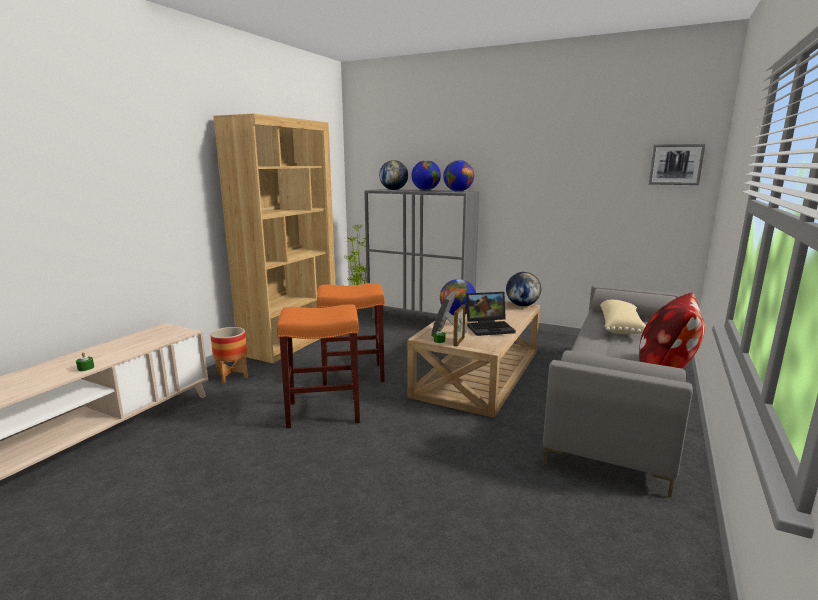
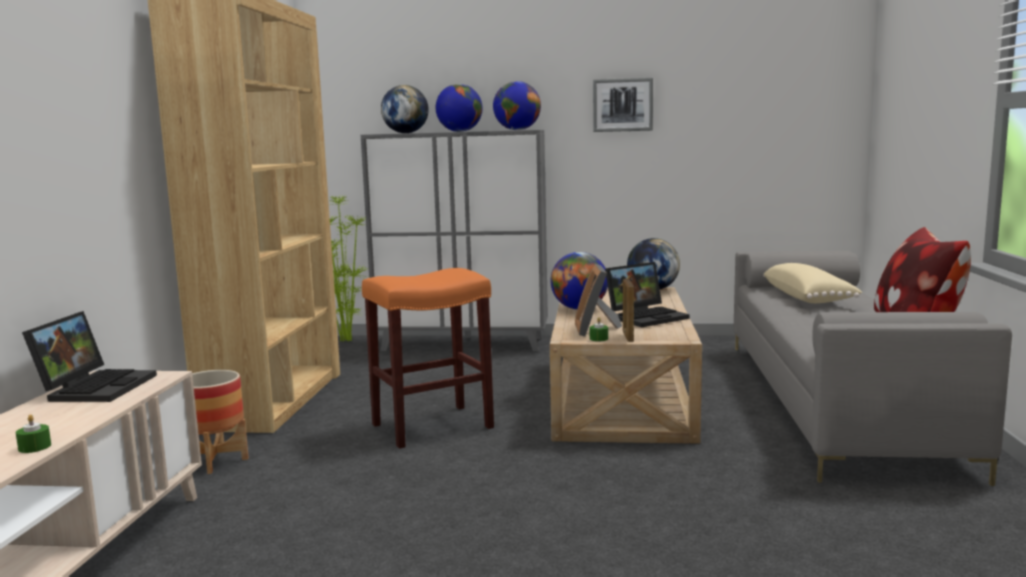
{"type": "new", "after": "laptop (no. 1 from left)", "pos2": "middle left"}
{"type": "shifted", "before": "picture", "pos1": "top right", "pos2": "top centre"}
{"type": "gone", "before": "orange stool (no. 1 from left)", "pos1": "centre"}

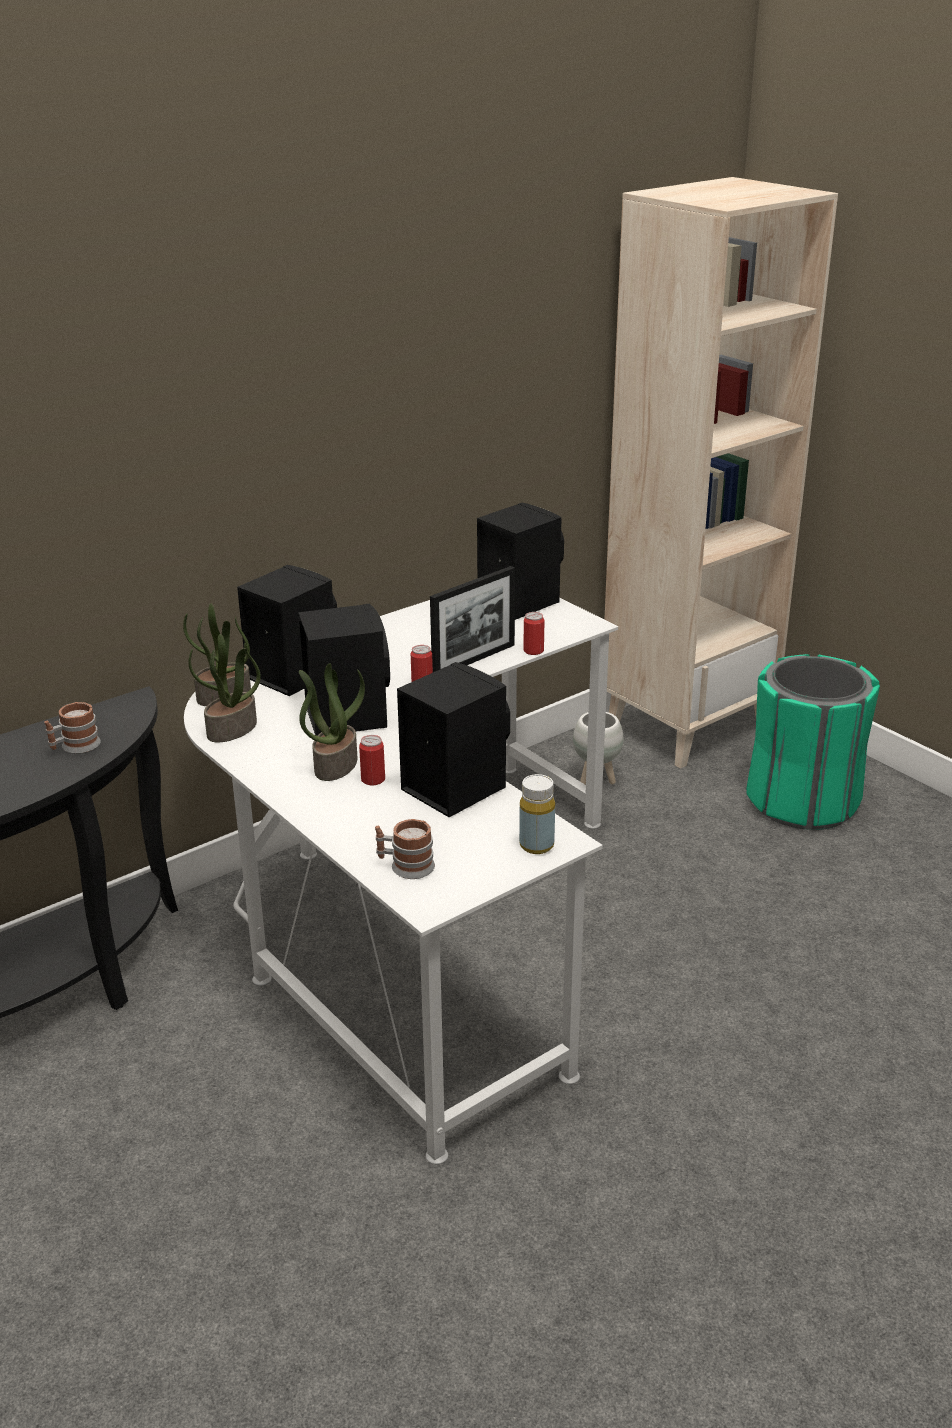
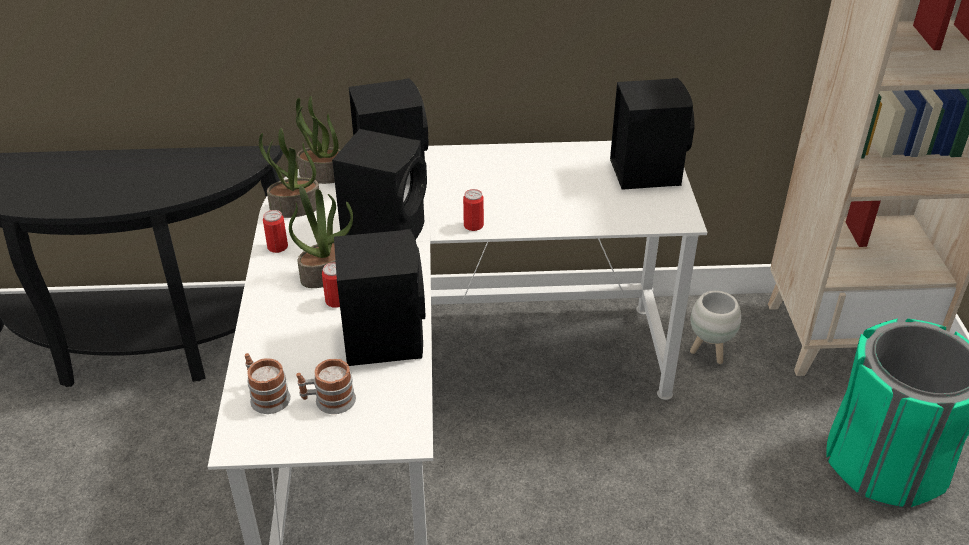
{"type": "shifted", "before": "can (no. 3 from left in the first image)", "after": "can (no. 1 from left)", "pos1": "centre", "pos2": "middle left"}
{"type": "shifted", "before": "mug (no. 1 from left in the first image)", "after": "mug (no. 2 from left)", "pos1": "middle left", "pos2": "bottom centre"}
{"type": "gone", "before": "picture frame", "pos1": "centre"}
{"type": "gone", "before": "yellow bottle", "pos1": "centre"}

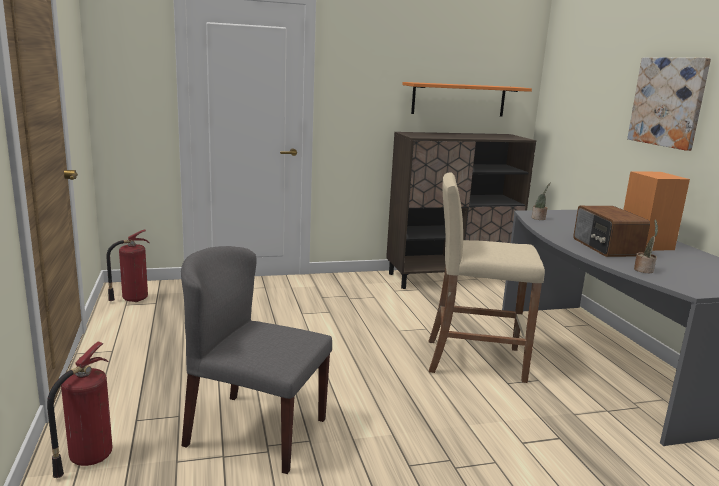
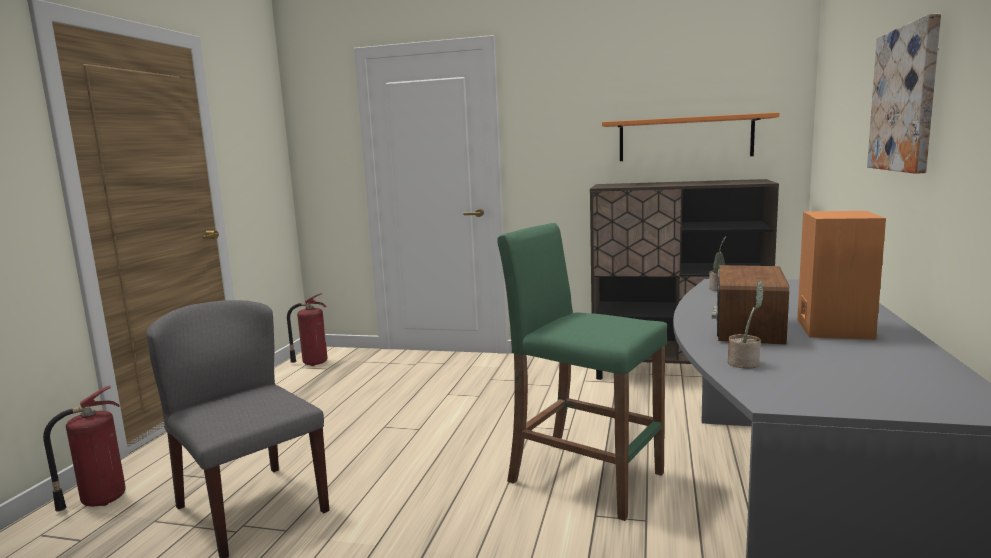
{"type": "repainted", "before": "beige stool", "after": "green stool", "pos1": "middle right", "pos2": "bottom centre"}

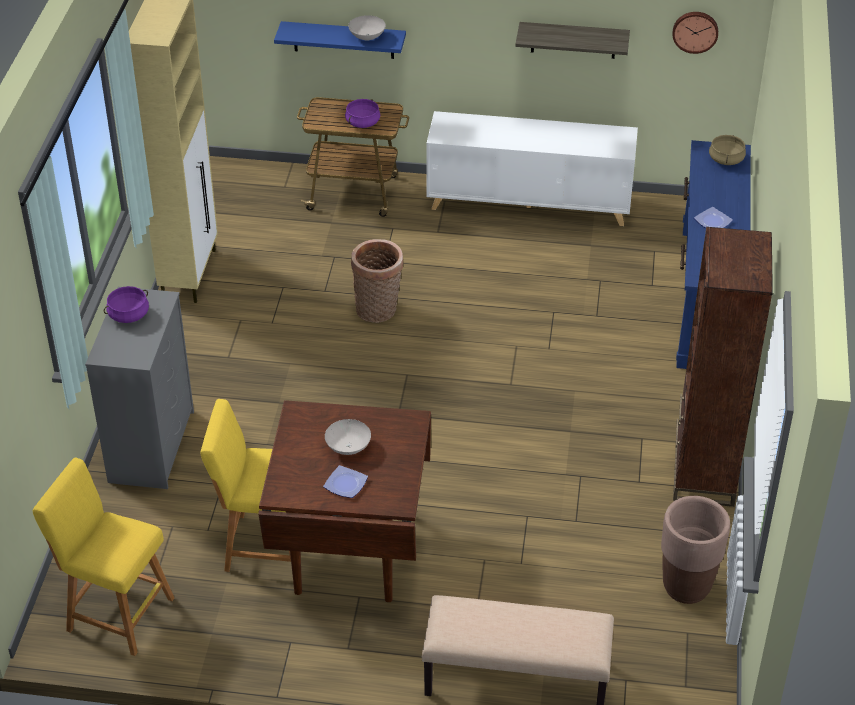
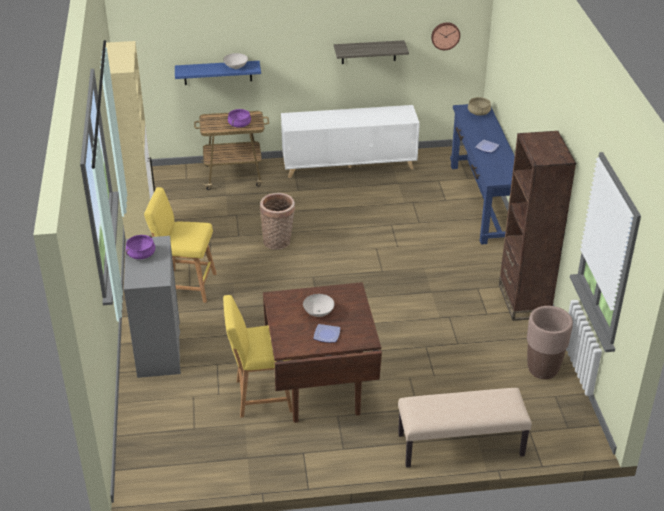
{"type": "shifted", "before": "yellow stool (no. 1 from left)", "pos1": "bottom left", "pos2": "middle left"}

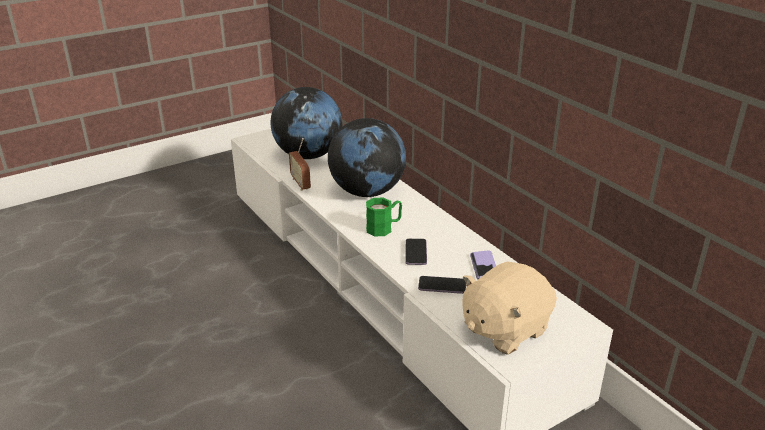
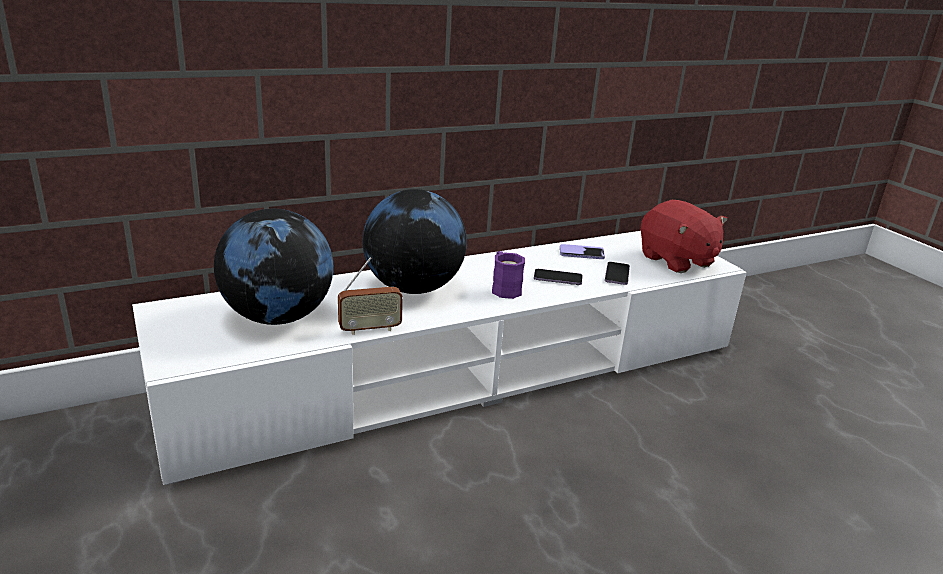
{"type": "repainted", "before": "green mug", "after": "purple mug", "pos1": "centre", "pos2": "centre"}
{"type": "repainted", "before": "beige plush toy", "after": "red plush toy", "pos1": "bottom centre", "pos2": "middle right"}

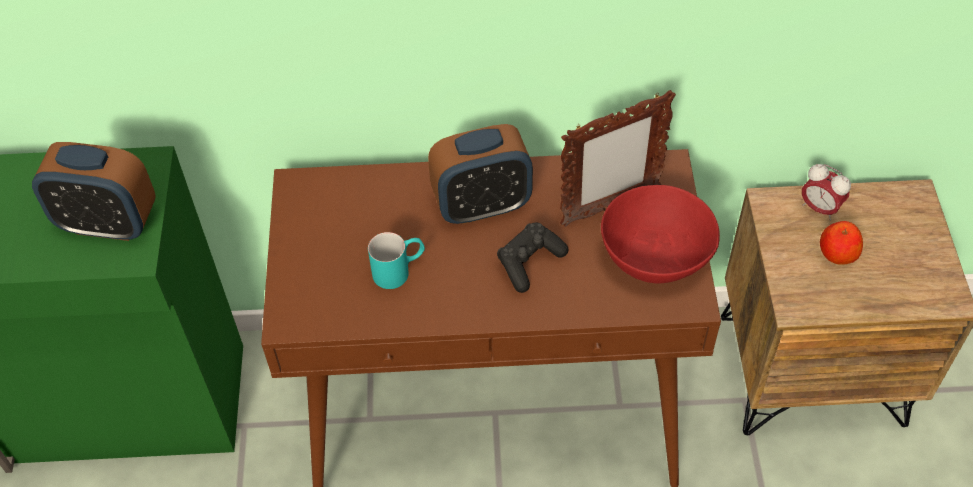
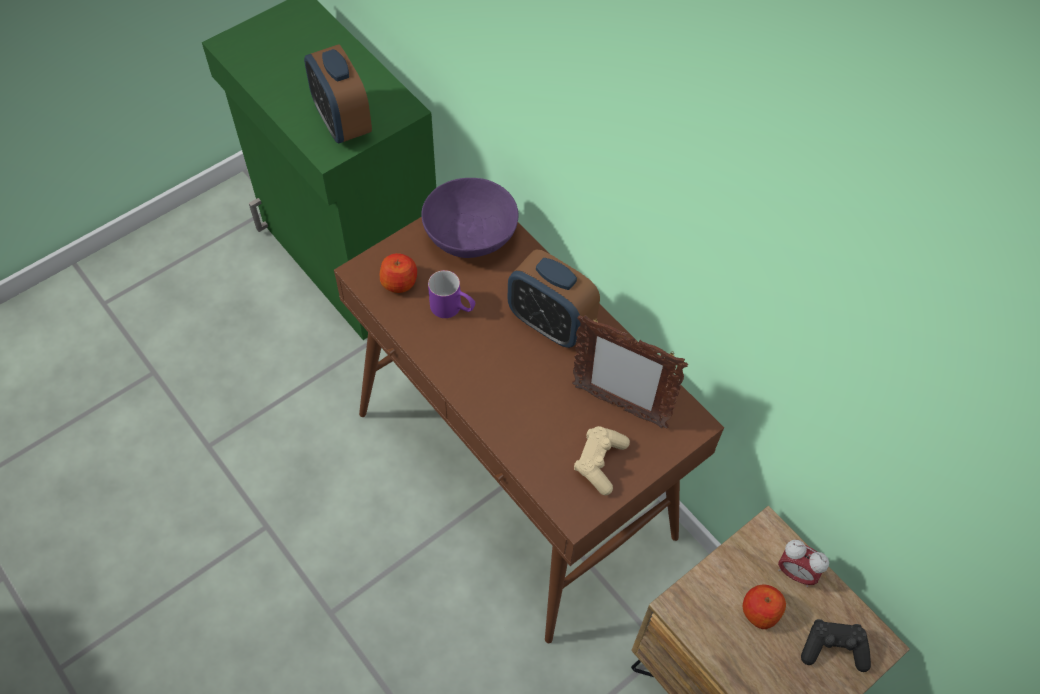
{"type": "new", "after": "apple (no. 1 from left)", "pos2": "centre"}
{"type": "new", "after": "purple bowl", "pos2": "top centre"}
{"type": "repainted", "before": "turquoise mug", "after": "purple mug", "pos1": "centre", "pos2": "centre"}
{"type": "swapped", "before": "red bowl", "after": "beige game controller", "pos1": "middle right", "pos2": "centre"}
{"type": "rotated", "before": "alarm clock (no. 3 from left)", "pos1": "middle right", "pos2": "bottom right", "turn": -60}
{"type": "shifted", "before": "black game controller", "pos1": "centre", "pos2": "bottom right"}

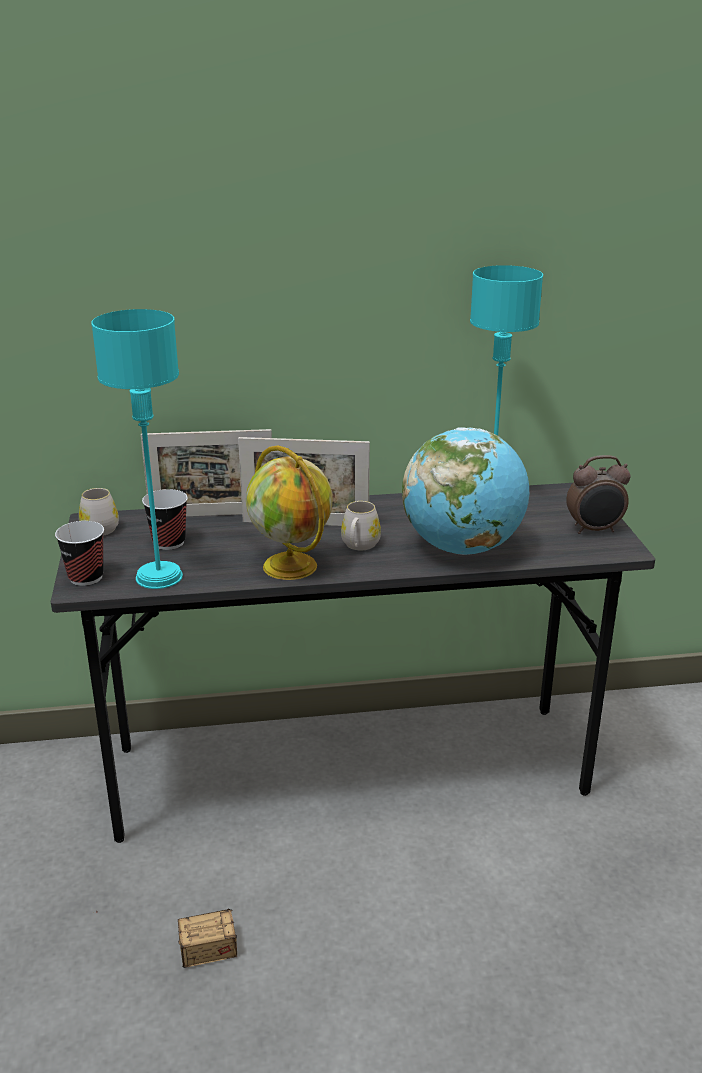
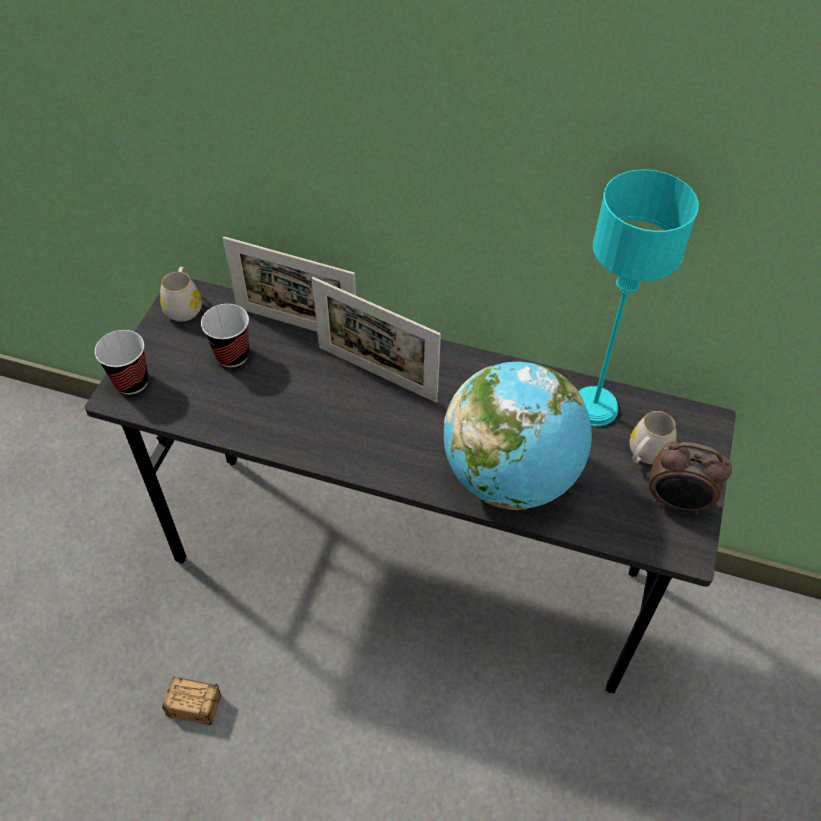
{"type": "shifted", "before": "white mug (no. 2 from left)", "pos1": "centre", "pos2": "middle right"}
{"type": "gone", "before": "turquoise table lamp (no. 1 from left)", "pos1": "middle left"}
{"type": "gone", "before": "globe (no. 1 from left)", "pos1": "centre"}

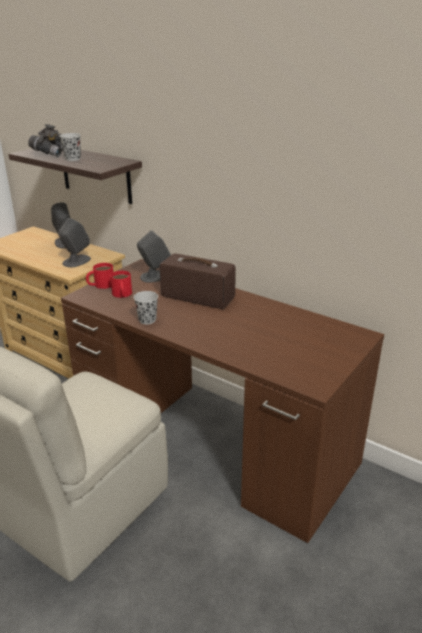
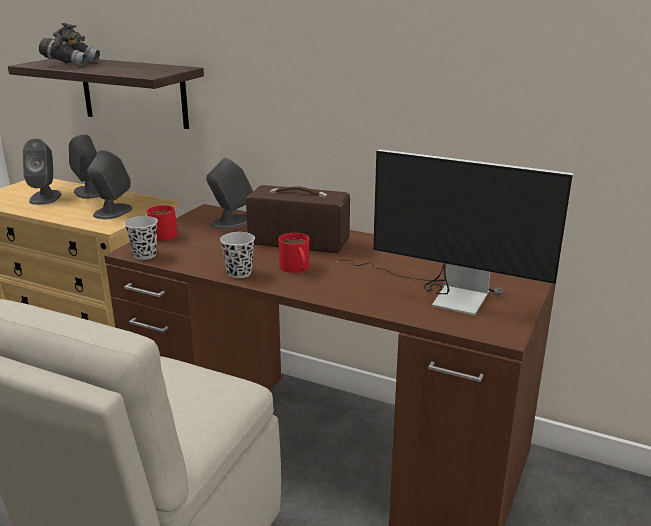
{"type": "new", "after": "grey speaker (no. 1 from left)", "pos2": "top left"}
{"type": "shifted", "before": "black cup (no. 1 from left)", "pos1": "top left", "pos2": "middle left"}
{"type": "shifted", "before": "red mug (no. 2 from left)", "pos1": "middle left", "pos2": "centre"}
{"type": "new", "after": "monitor", "pos2": "middle right"}

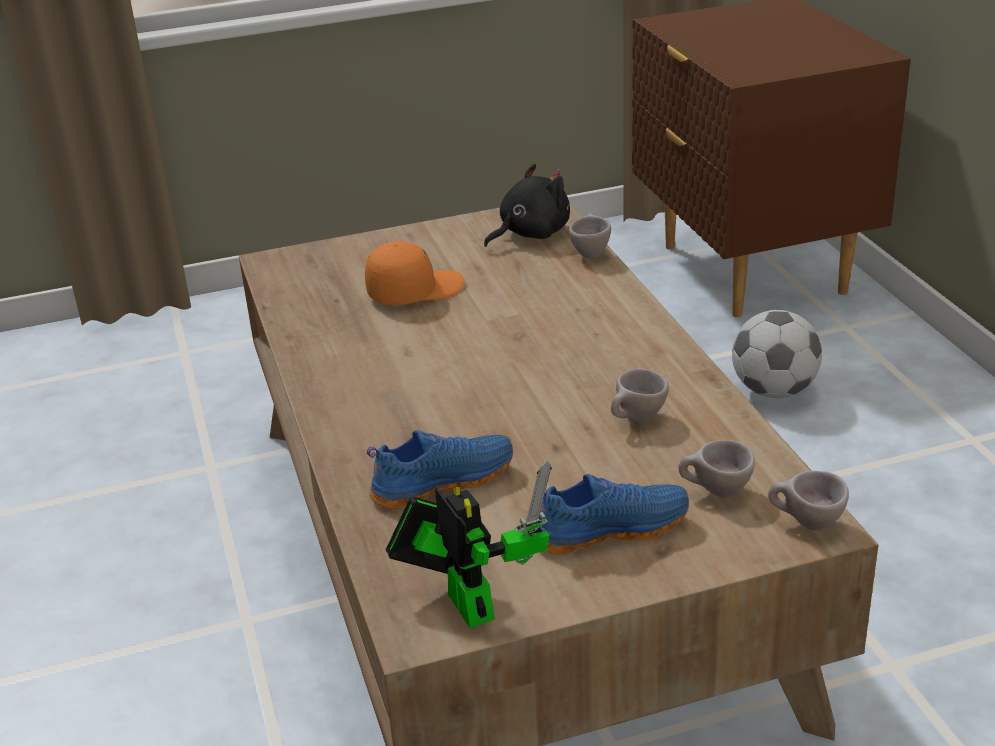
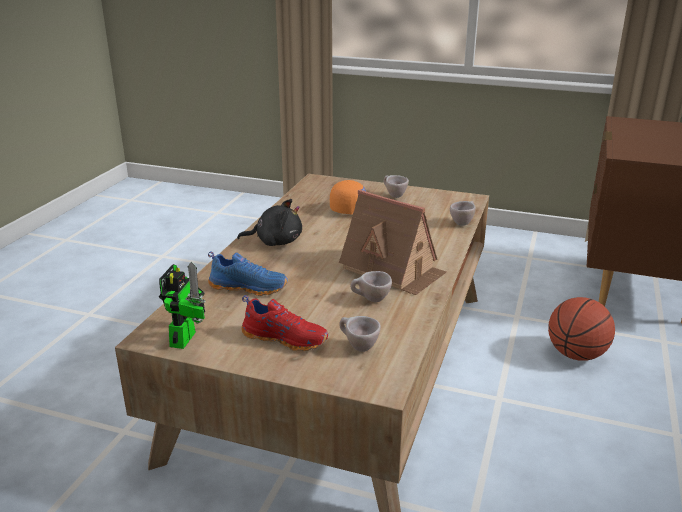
{"type": "shifted", "before": "black plush toy", "pos1": "top centre", "pos2": "centre"}
{"type": "repainted", "before": "blue shoe (no. 2 from left)", "after": "red shoe", "pos1": "bottom centre", "pos2": "centre"}
{"type": "new", "after": "toy house", "pos2": "centre"}
{"type": "shifted", "before": "beige cup (no. 4 from left in the first image)", "after": "beige cup (no. 3 from left)", "pos1": "bottom right", "pos2": "centre"}
{"type": "swapped", "before": "football", "after": "basketball", "pos1": "middle right", "pos2": "middle right"}

